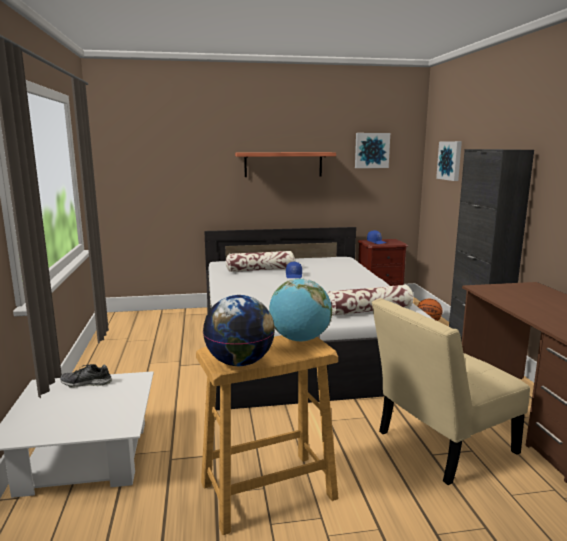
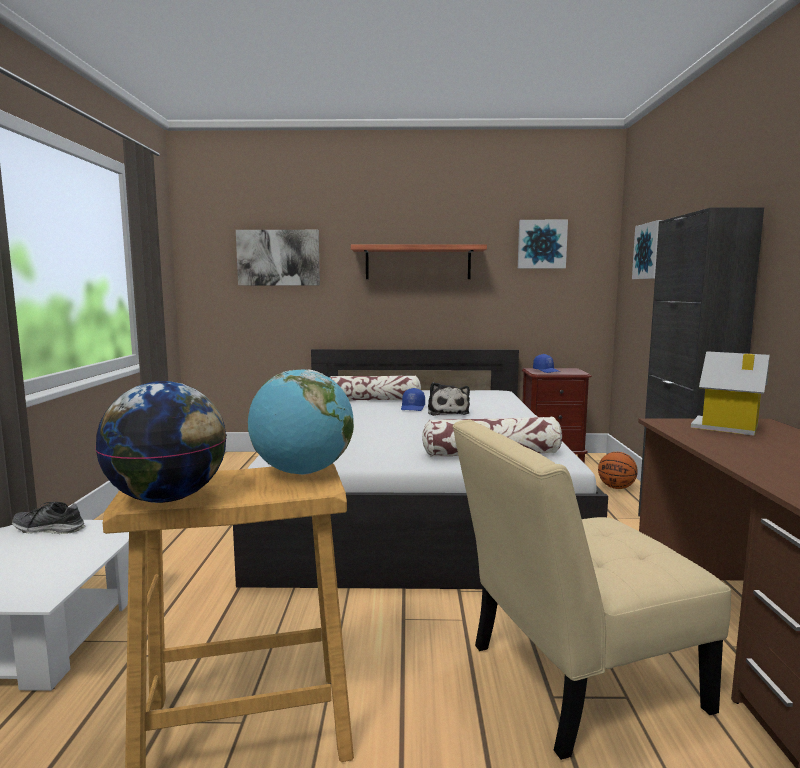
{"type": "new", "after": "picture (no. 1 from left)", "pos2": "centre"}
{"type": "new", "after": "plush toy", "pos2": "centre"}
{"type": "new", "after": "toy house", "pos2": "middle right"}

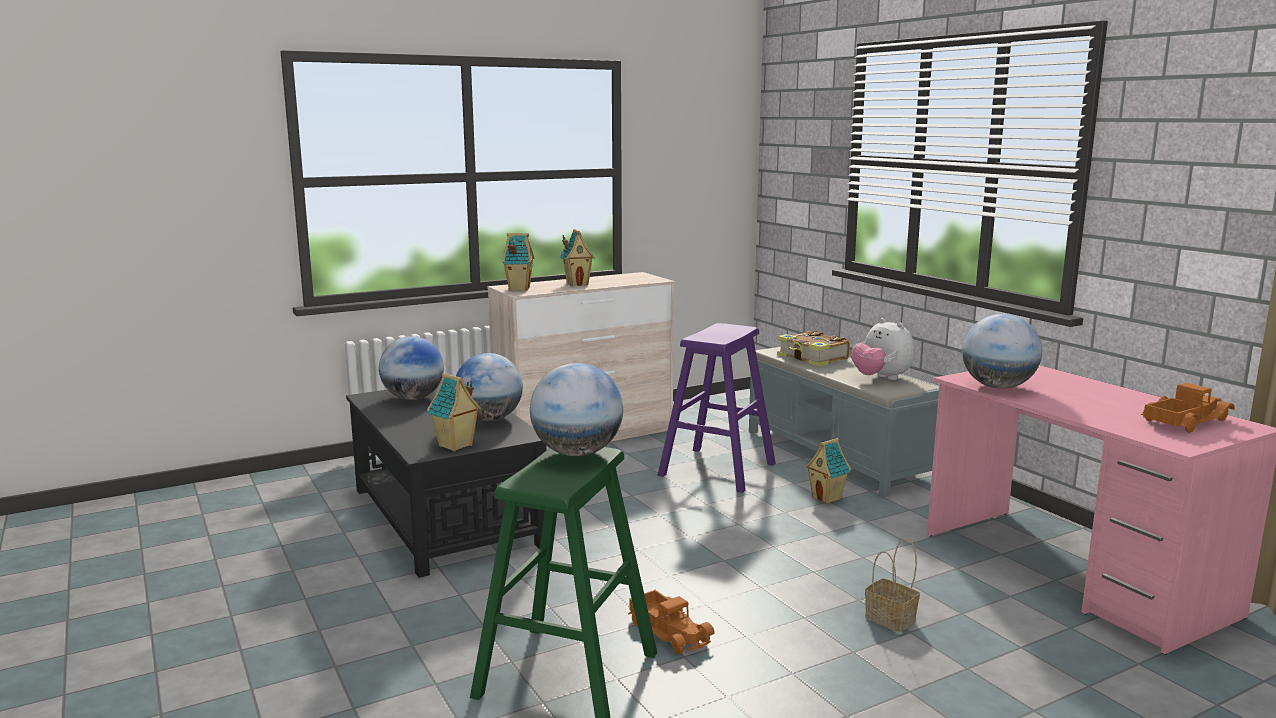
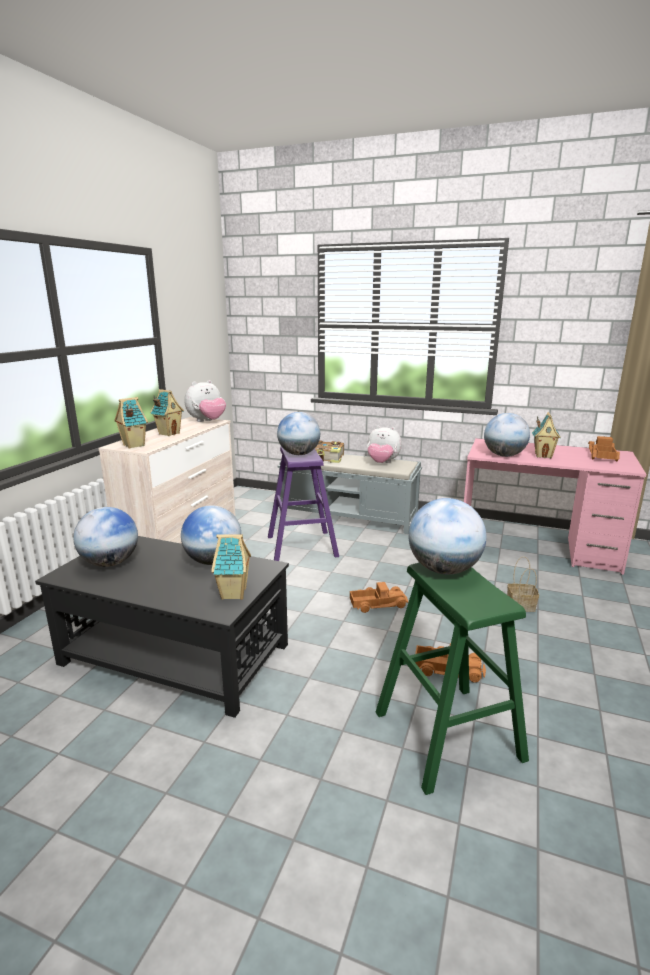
{"type": "new", "after": "plush toy (no. 1 from left)", "pos2": "middle left"}
{"type": "new", "after": "globe (no. 3 from left)", "pos2": "centre"}
{"type": "new", "after": "toy truck (no. 1 from left)", "pos2": "centre"}
{"type": "shifted", "before": "toy house (no. 4 from left)", "pos1": "centre", "pos2": "middle right"}

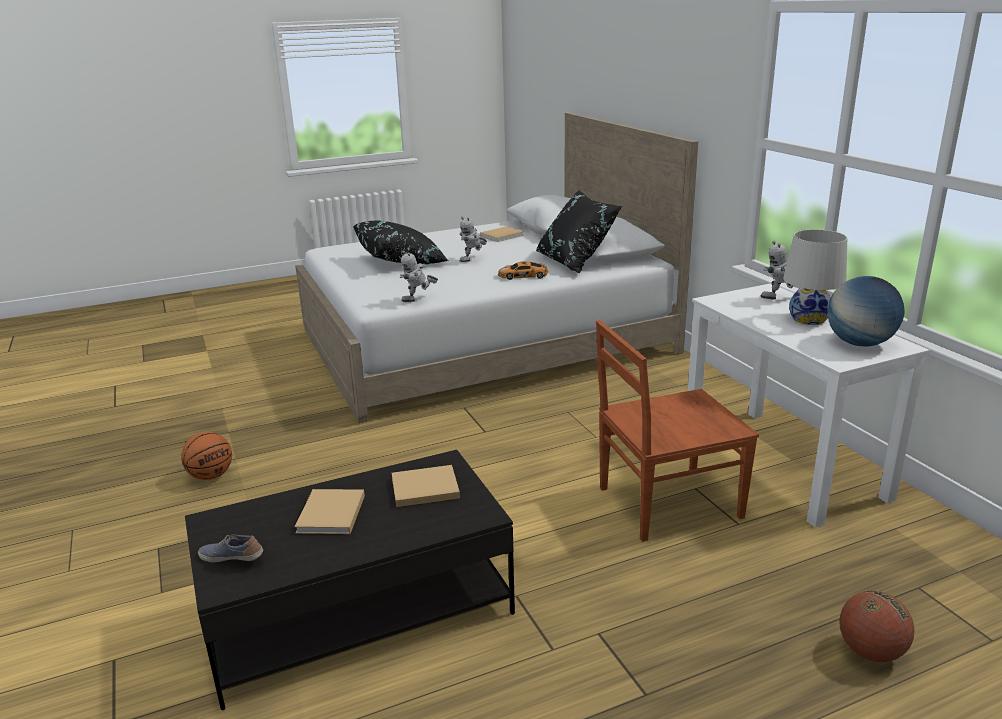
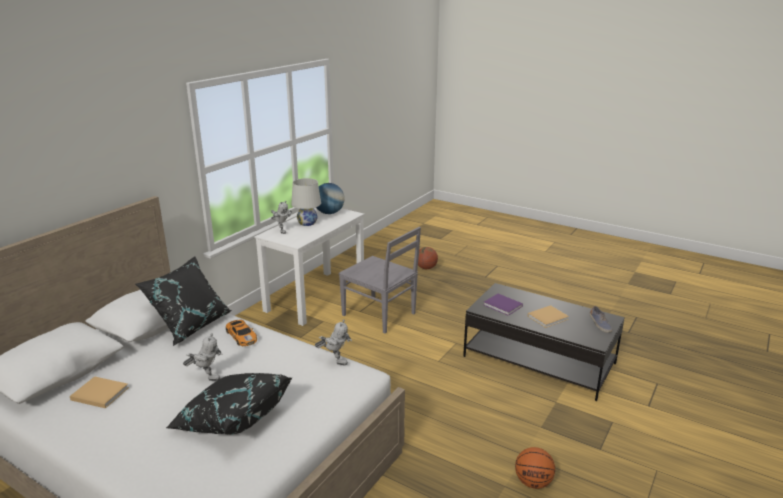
{"type": "repainted", "before": "brown chair", "after": "grey chair", "pos1": "middle right", "pos2": "centre"}
{"type": "repainted", "before": "beige book (no. 2 from left)", "after": "purple book", "pos1": "bottom centre", "pos2": "centre"}

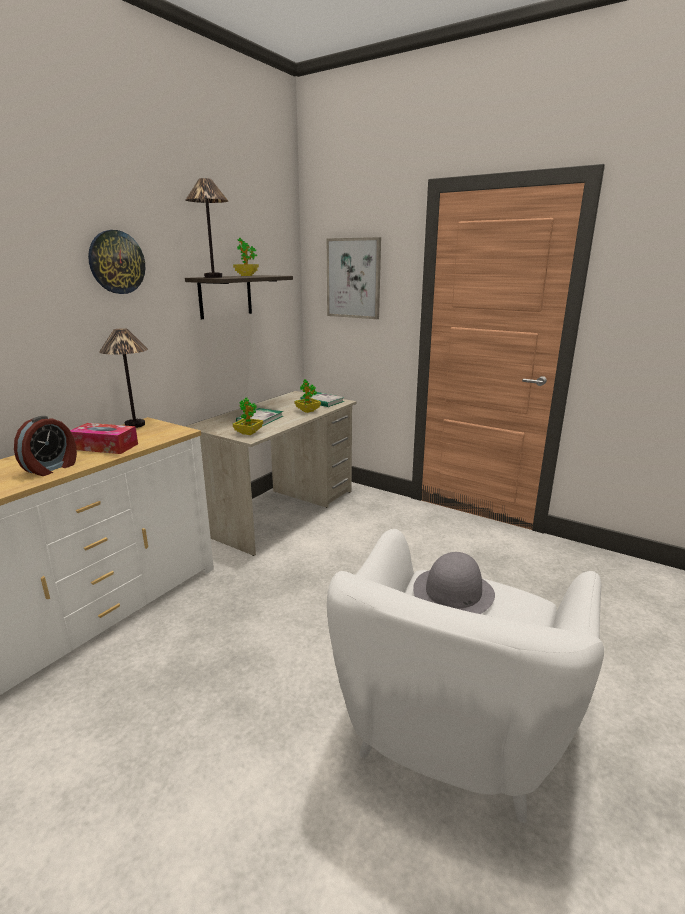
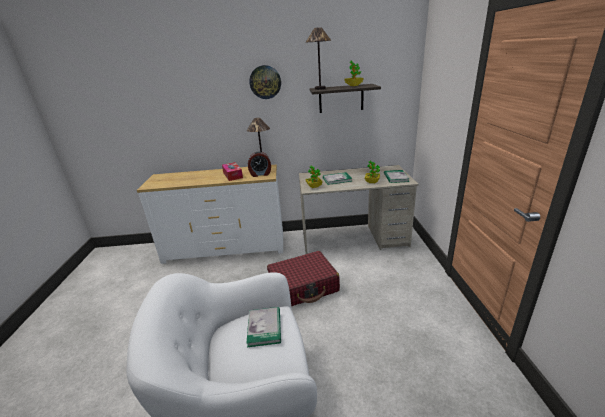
{"type": "swapped", "before": "grey hat", "after": "book (no. 1 from left)", "pos1": "centre", "pos2": "bottom centre"}
{"type": "shifted", "before": "alarm clock", "pos1": "middle left", "pos2": "centre"}
{"type": "new", "after": "red suitcase", "pos2": "bottom centre"}
{"type": "gone", "before": "picture", "pos1": "top centre"}

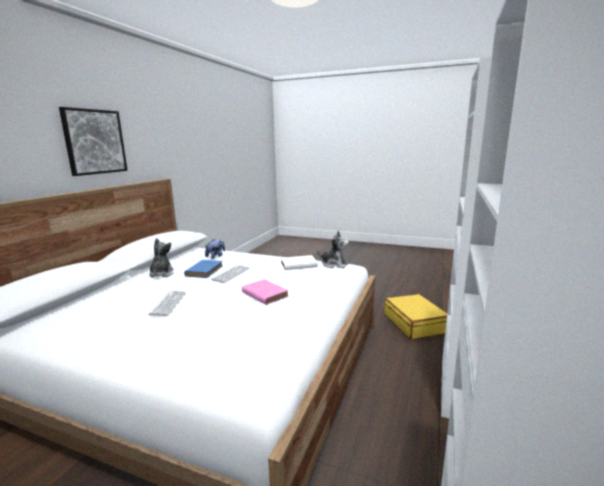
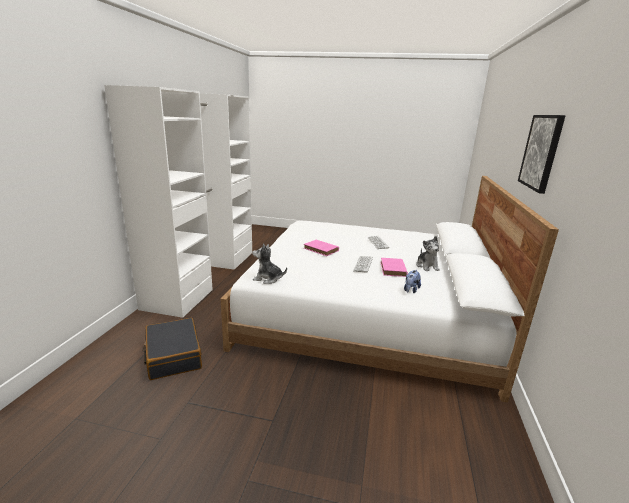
{"type": "repainted", "before": "yellow suitcase", "after": "black suitcase", "pos1": "middle right", "pos2": "bottom left"}
{"type": "repainted", "before": "blue book", "after": "pink book (no. 2 from left)", "pos1": "centre", "pos2": "centre"}
{"type": "gone", "before": "white book", "pos1": "centre"}

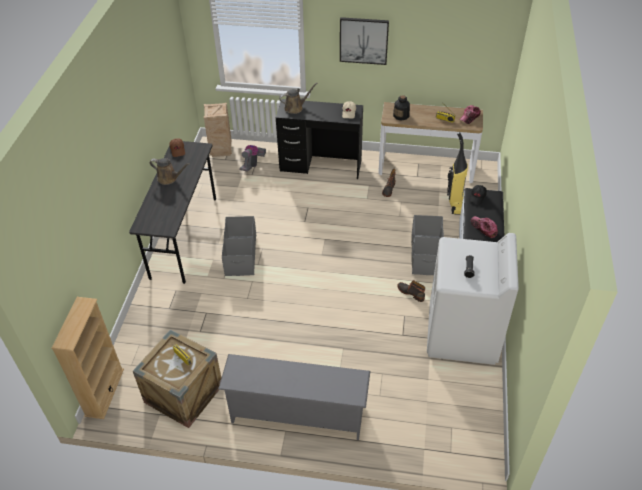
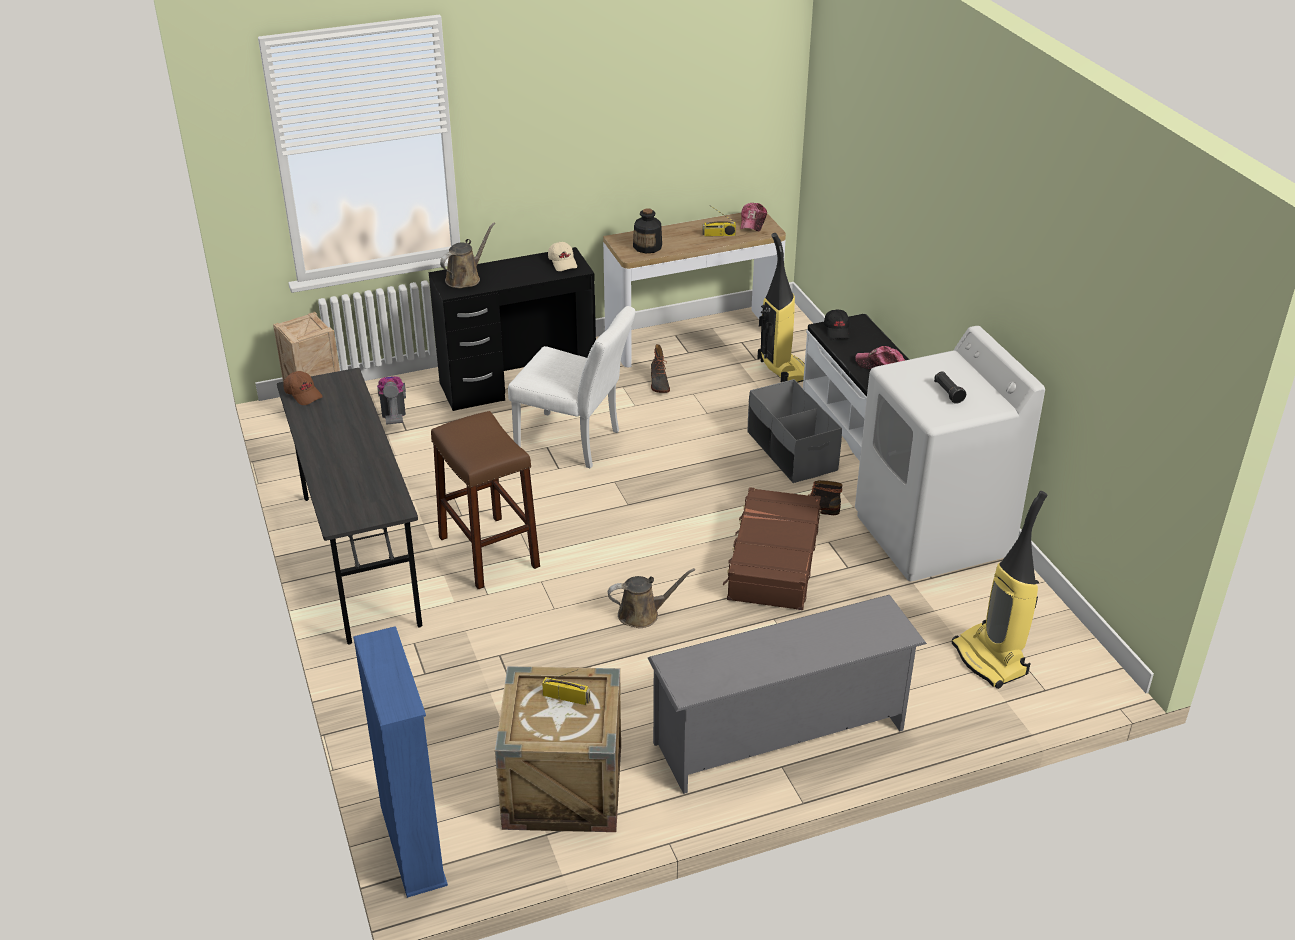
{"type": "repainted", "before": "beige bookcase", "after": "blue bookcase", "pos1": "bottom left", "pos2": "bottom left"}
{"type": "swapped", "before": "grey storage box (no. 1 from left)", "after": "brown stool", "pos1": "centre", "pos2": "centre"}
{"type": "new", "after": "white chair", "pos2": "centre"}
{"type": "shifted", "before": "brown watering can (no. 1 from left in the first image)", "after": "brown watering can (no. 2 from left)", "pos1": "middle left", "pos2": "centre"}
{"type": "new", "after": "brown suitcase", "pos2": "centre"}
{"type": "new", "after": "vacuum cleaner (no. 3 from left)", "pos2": "middle right"}
{"type": "gone", "before": "picture", "pos1": "top centre"}

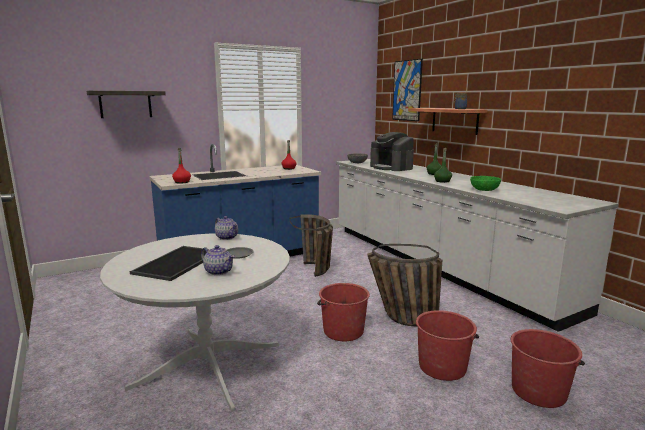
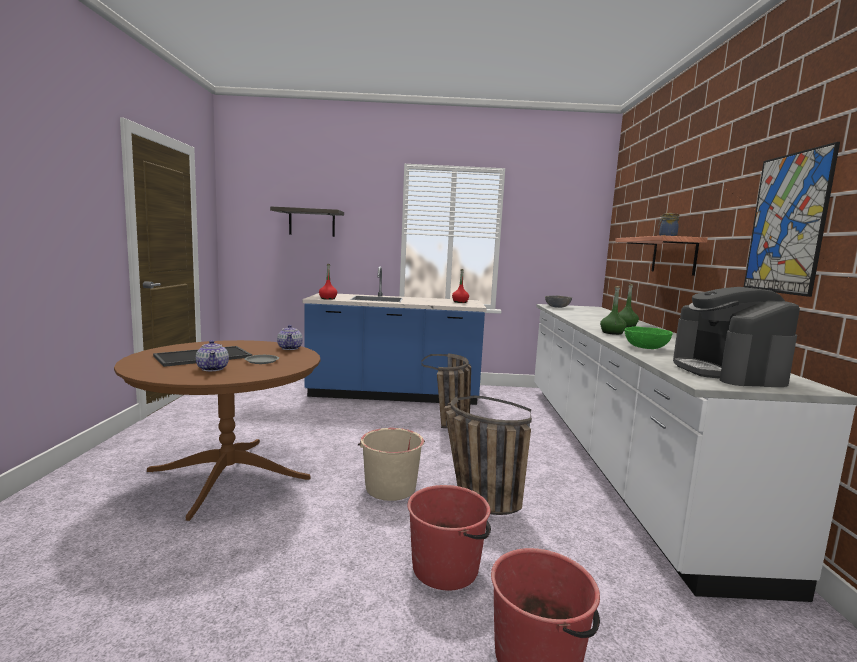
{"type": "repainted", "before": "white dining table", "after": "brown dining table", "pos1": "bottom left", "pos2": "middle left"}
{"type": "repainted", "before": "red bucket (no. 1 from left)", "after": "beige bucket", "pos1": "bottom centre", "pos2": "bottom centre"}
{"type": "shifted", "before": "coffee machine", "pos1": "centre", "pos2": "middle right"}
{"type": "shifted", "before": "picture", "pos1": "top centre", "pos2": "top right"}

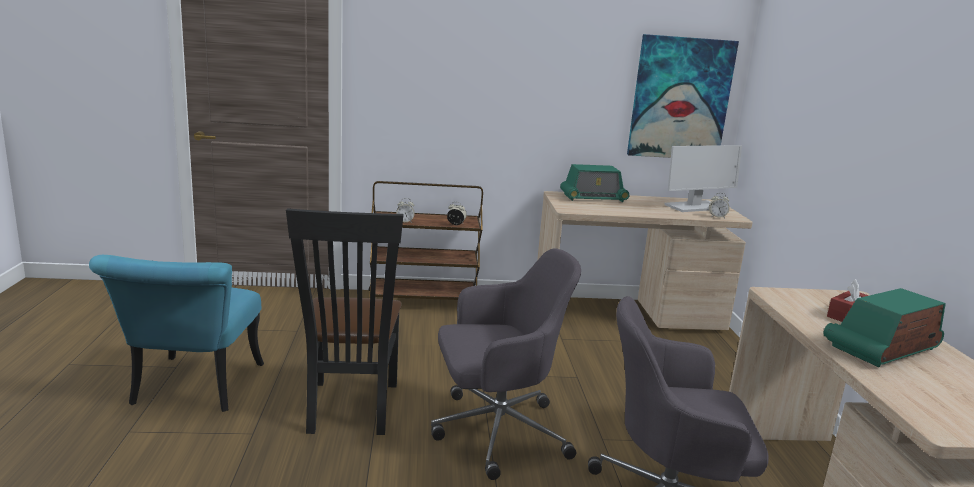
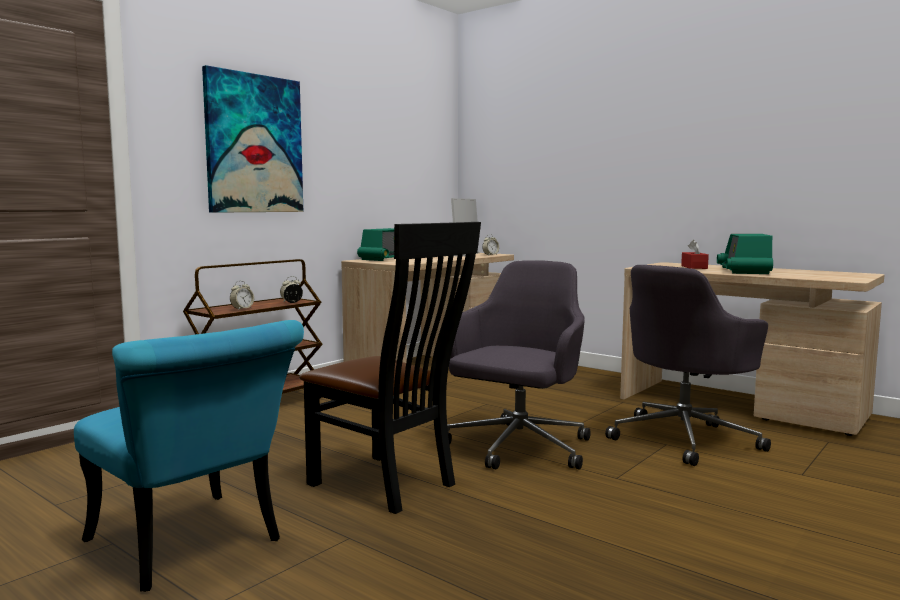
{"type": "shifted", "before": "picture", "pos1": "top right", "pos2": "top left"}

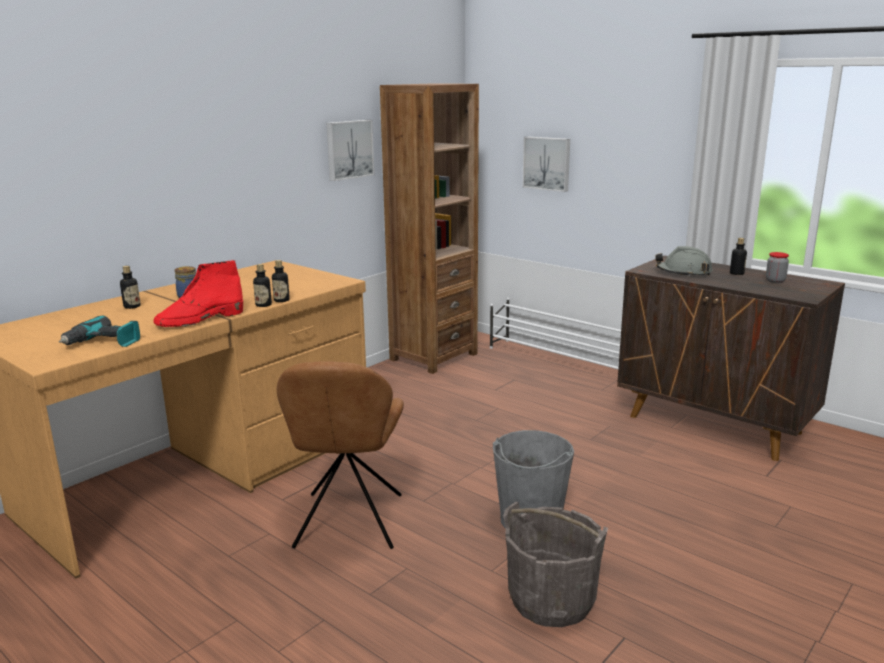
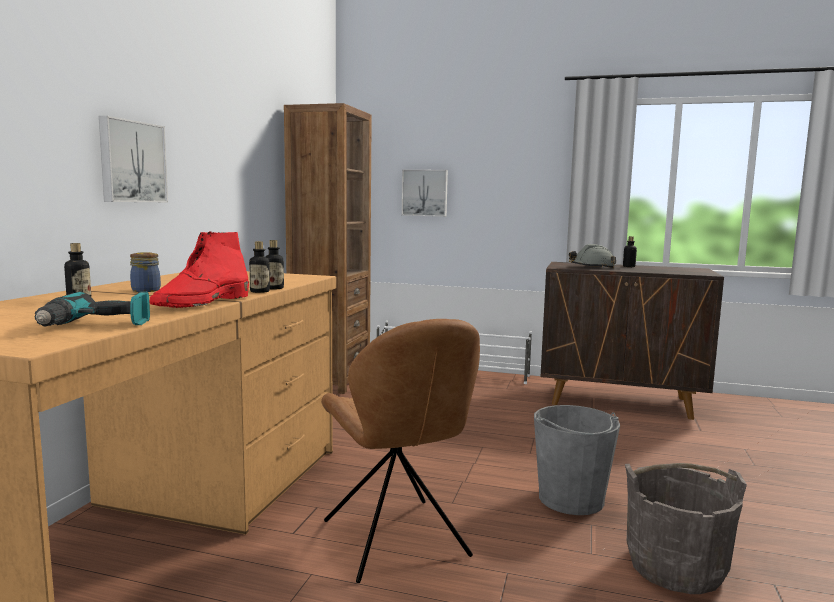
{"type": "shifted", "before": "picture (no. 1 from left)", "pos1": "top centre", "pos2": "top left"}
{"type": "gone", "before": "jar (no. 2 from left)", "pos1": "middle right"}

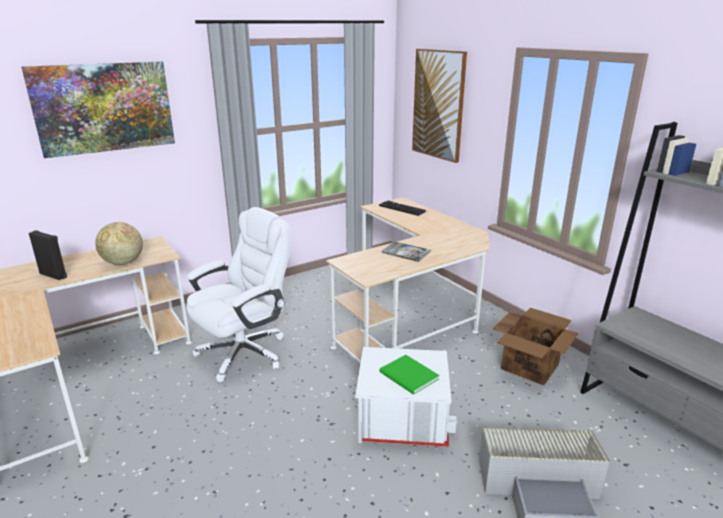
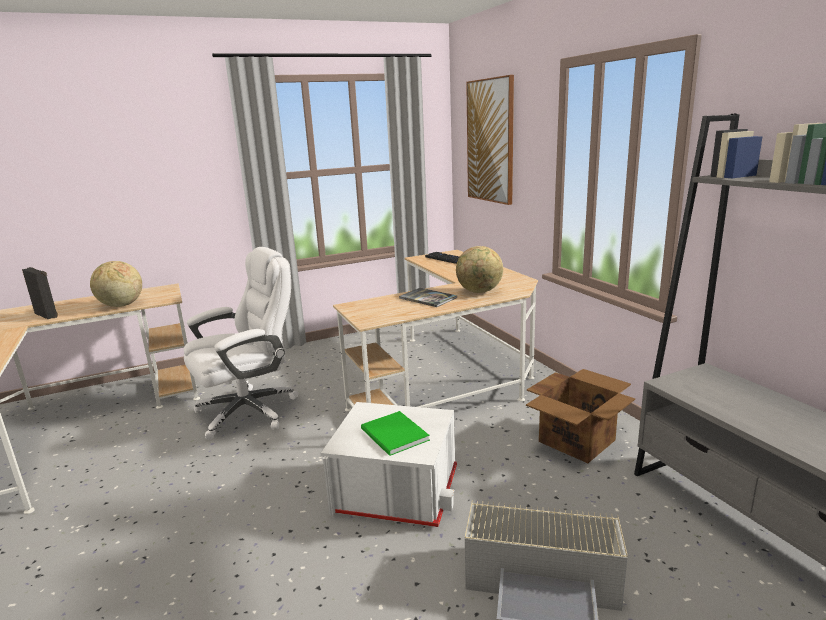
{"type": "new", "after": "globe (no. 2 from left)", "pos2": "centre"}
{"type": "gone", "before": "picture (no. 1 from left)", "pos1": "top left"}

